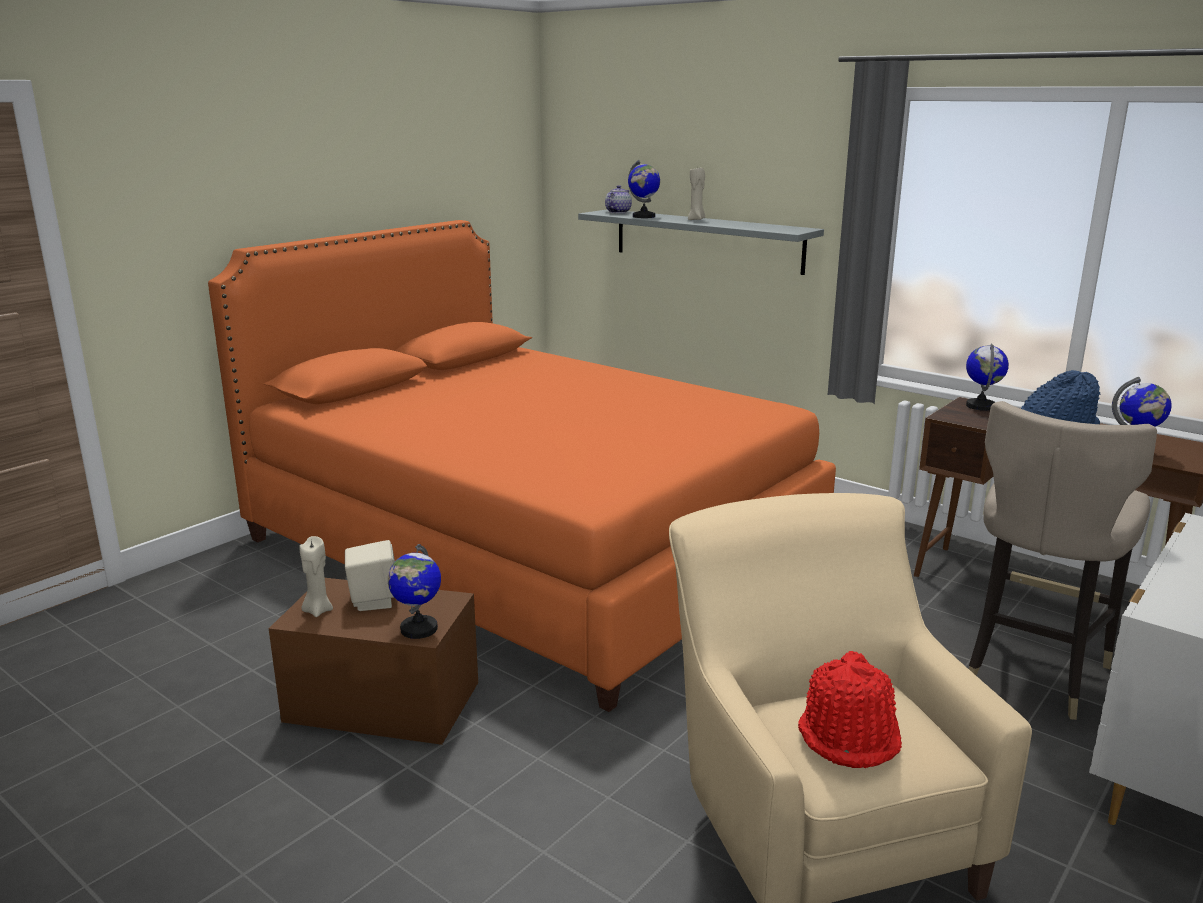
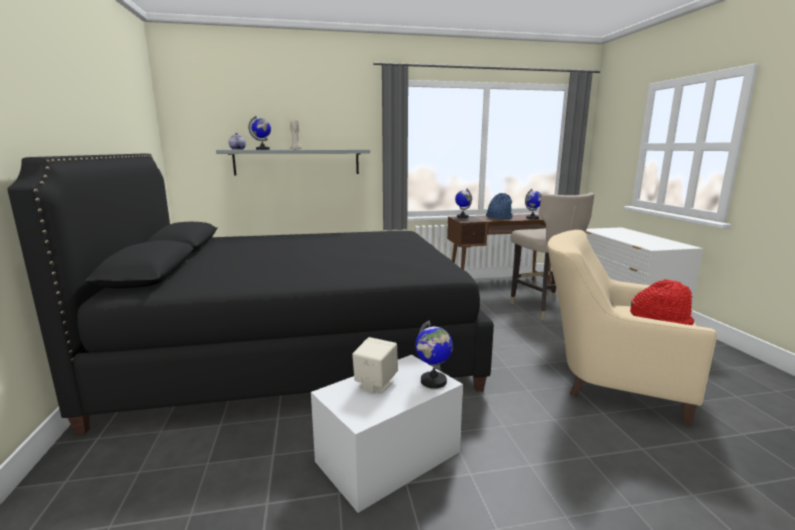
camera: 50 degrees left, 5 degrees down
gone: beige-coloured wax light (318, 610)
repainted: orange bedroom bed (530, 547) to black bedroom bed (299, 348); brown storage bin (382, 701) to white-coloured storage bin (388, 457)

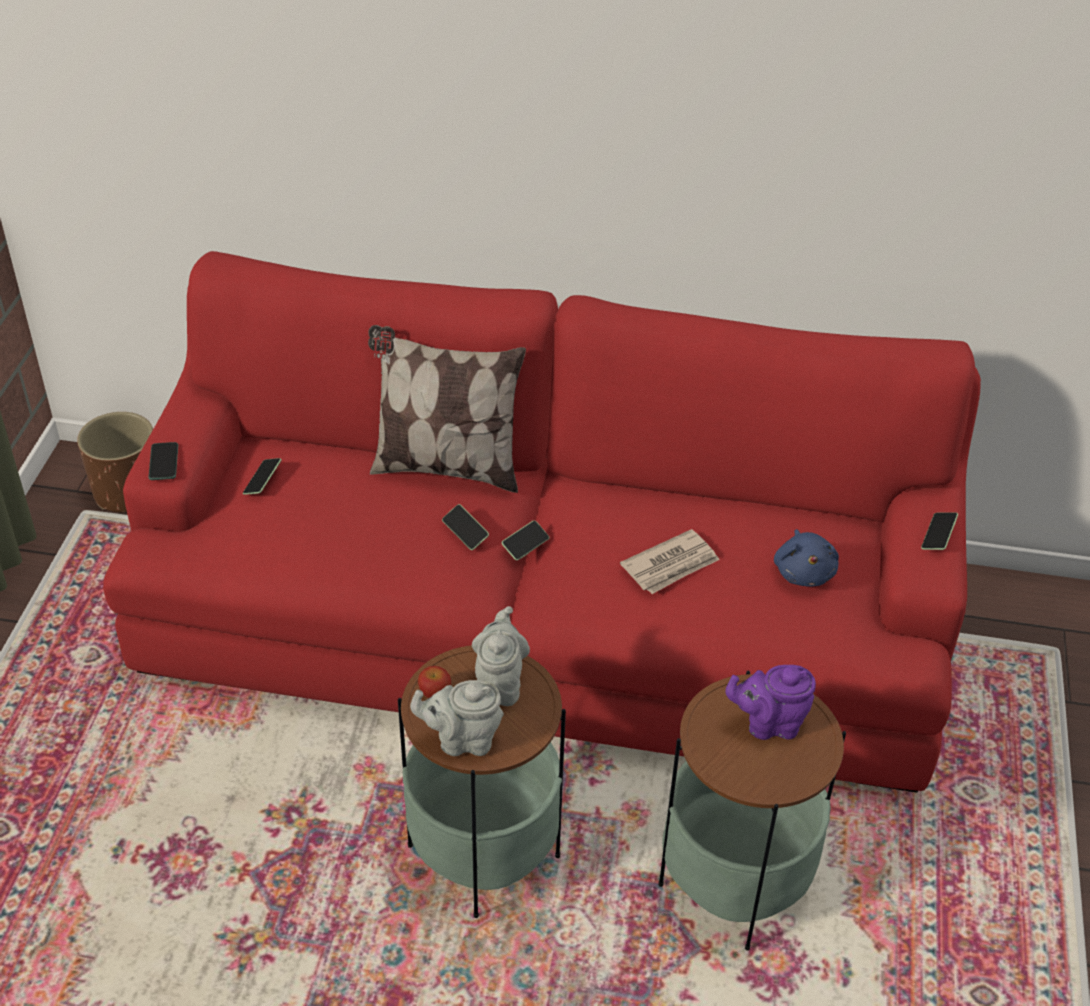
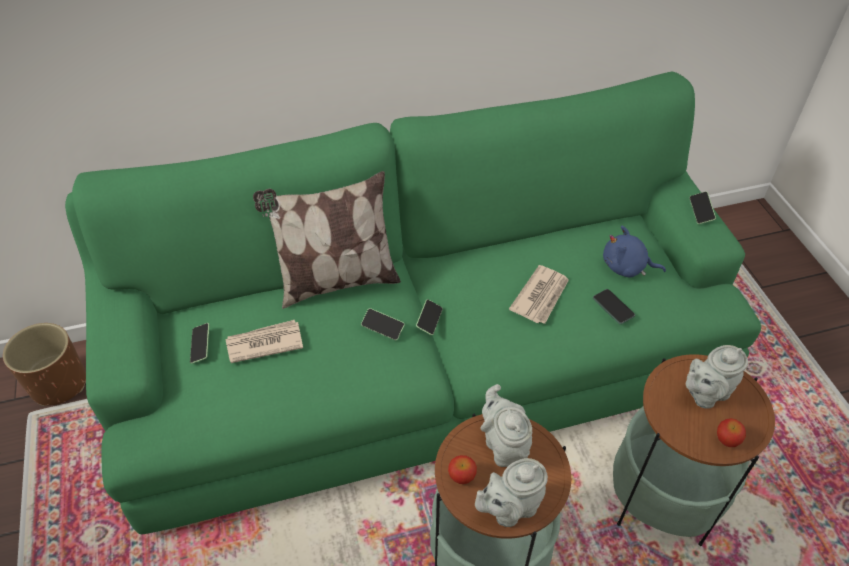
camera: 25 degrees left, 5 degrees up
new: daily paper (264, 343); apple fruit (726, 439)
shifted: handset (163, 462) to (613, 307)
repainted: reddish couch (542, 621) to greenish couch (423, 363); purple teapot (769, 724) to gray teapot (705, 393)
rotated: blue-coloured plush toy (804, 571) = (626, 267) 135 degrees clockwise

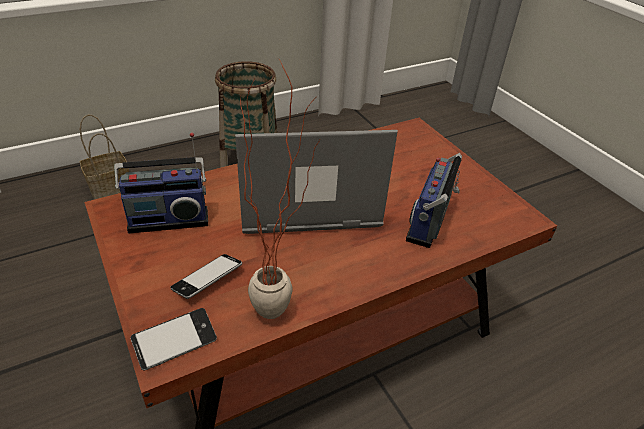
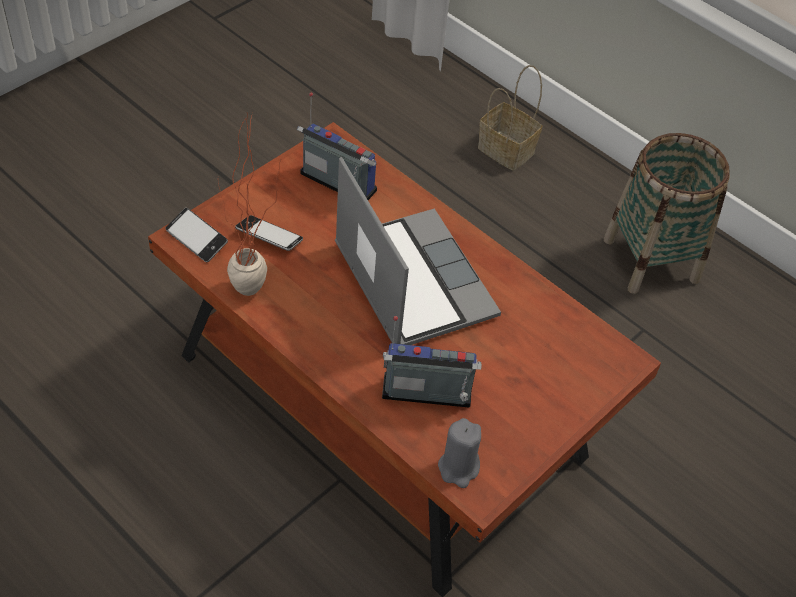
camera: 70 degrees right, 10 degrees up
new: gray wax light (458, 468)
rotated: radio (169, 218) = (335, 185) 150 degrees clockwise

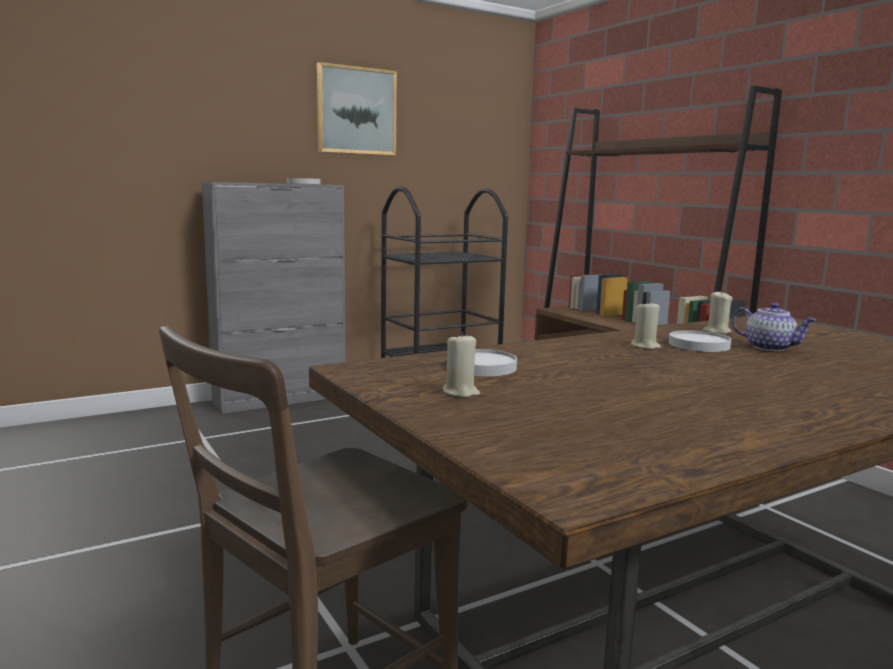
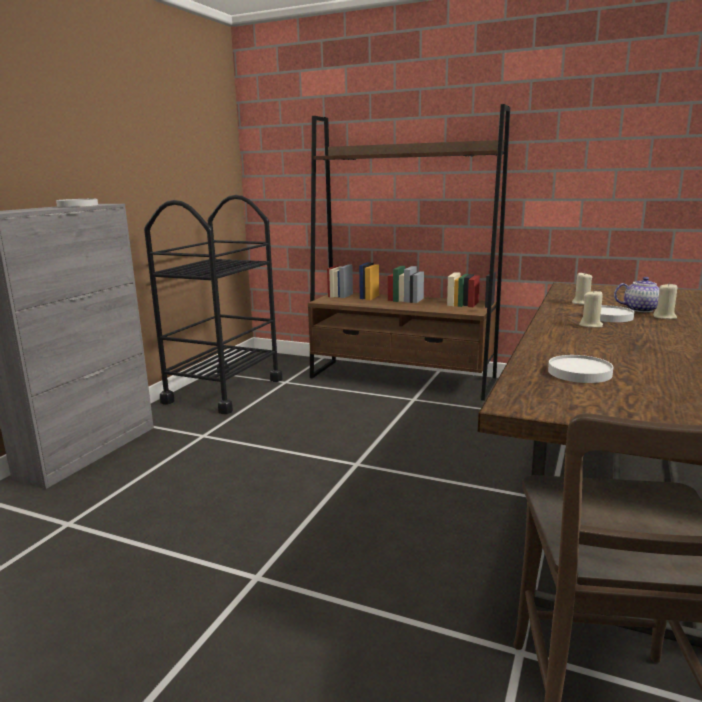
camera: 35 degrees left, 5 degrees up
gone: wall picture (356, 111)
shifted: beige-coloured wax light (461, 392) to (664, 317)

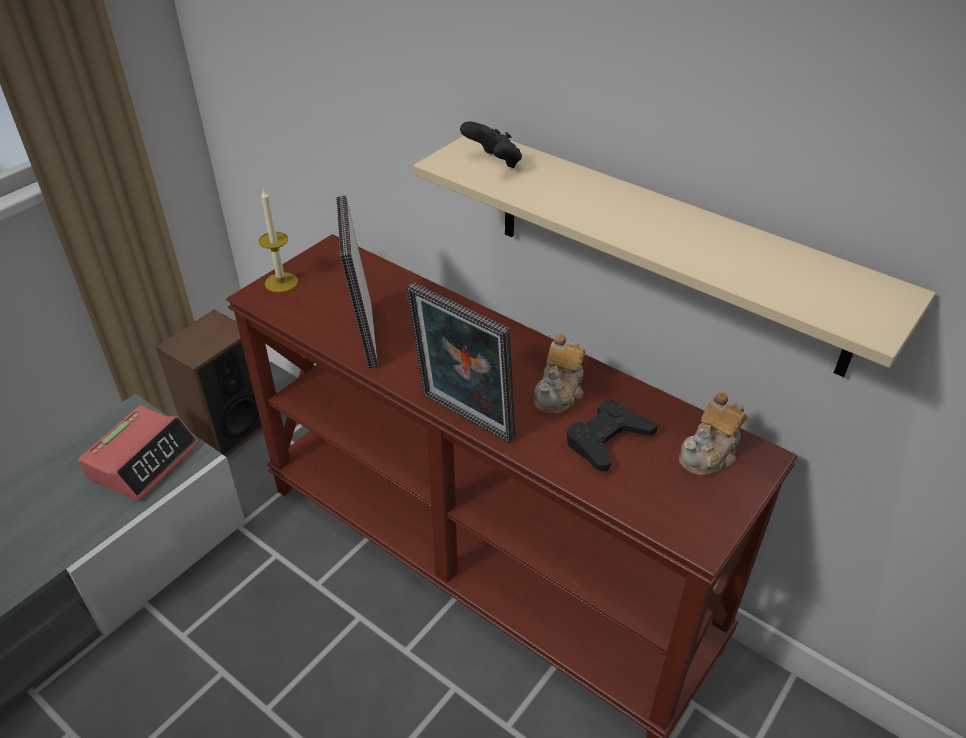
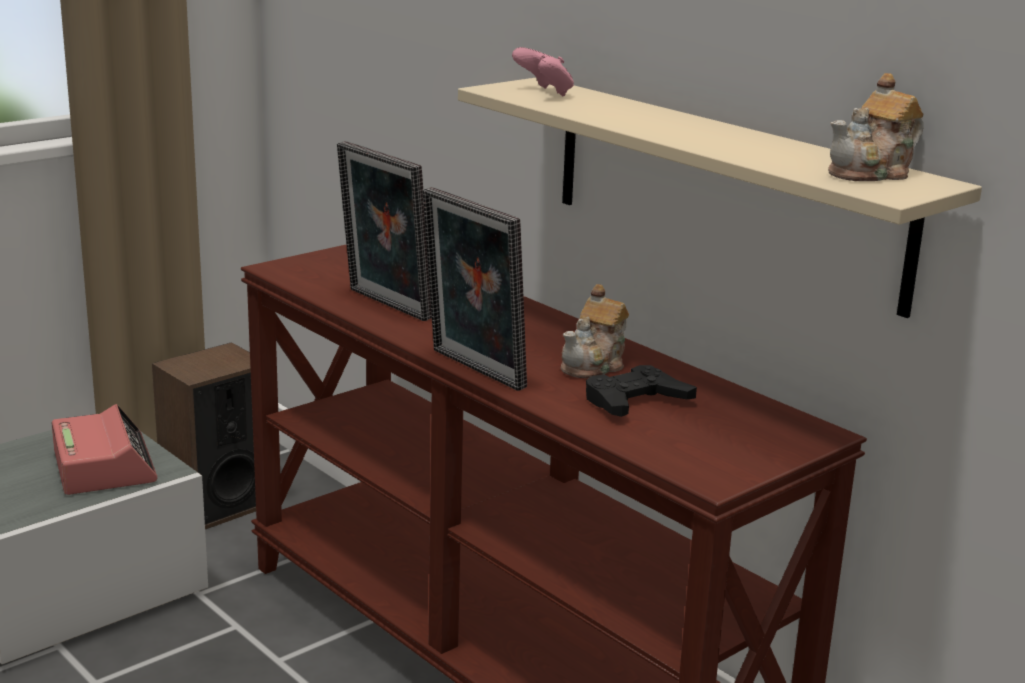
camera: 10 degrees right, 20 degrees down
gone: wax light (281, 282)
shifted: teapot (710, 454) to (873, 173)
repainted: black joypad (494, 163) to pink-coloured joypad (544, 93)
rotated: bedside clock (143, 461) = (104, 466) 60 degrees counterclockwise; standing frame (363, 336) = (384, 305) 45 degrees counterclockwise

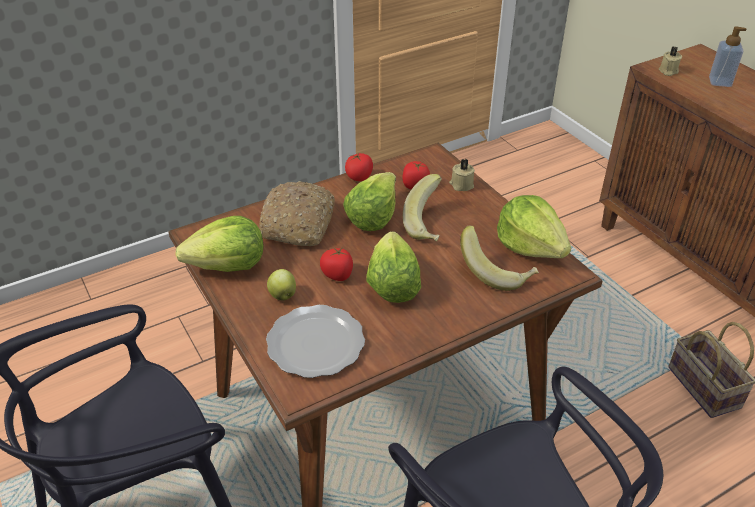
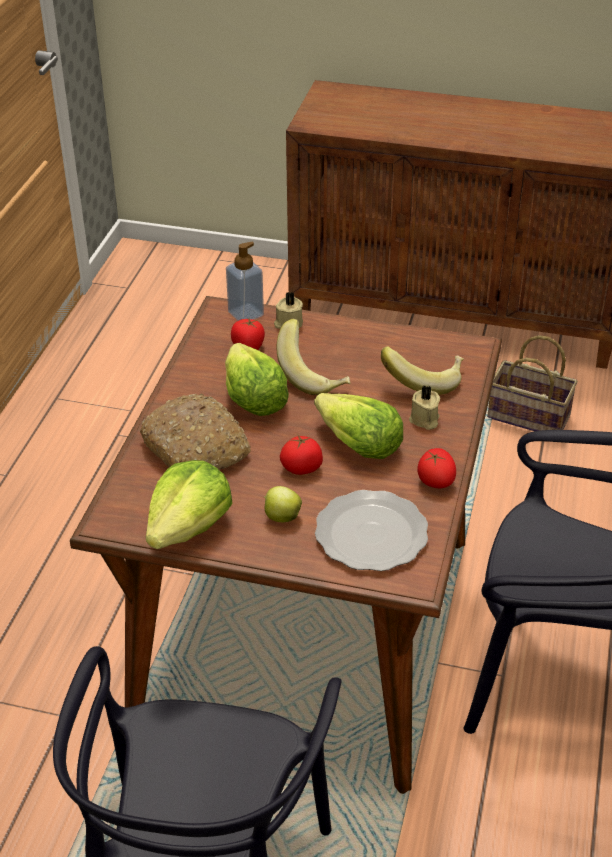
camera: 45 degrees left, 0 degrees up
gone: head of lettuce (530, 246)
shifted: fresh tomato (359, 177) to (435, 481); beige-coloured wax light (668, 71) to (424, 420); soap dispenser (720, 82) to (246, 314)

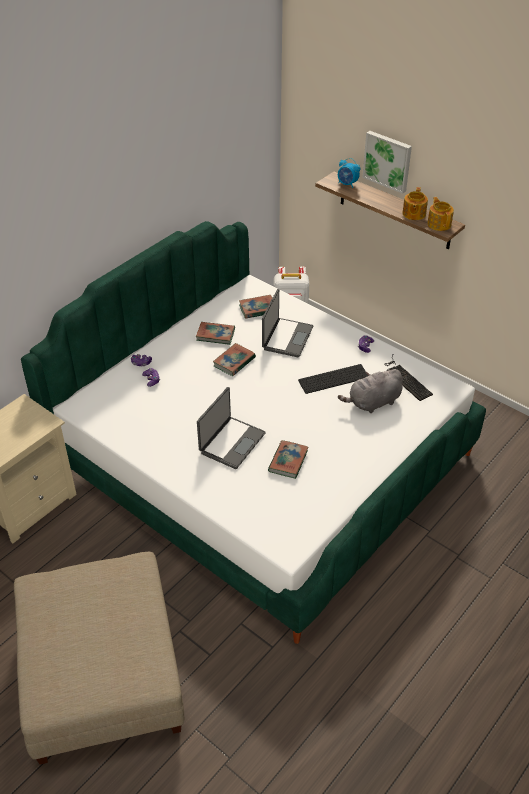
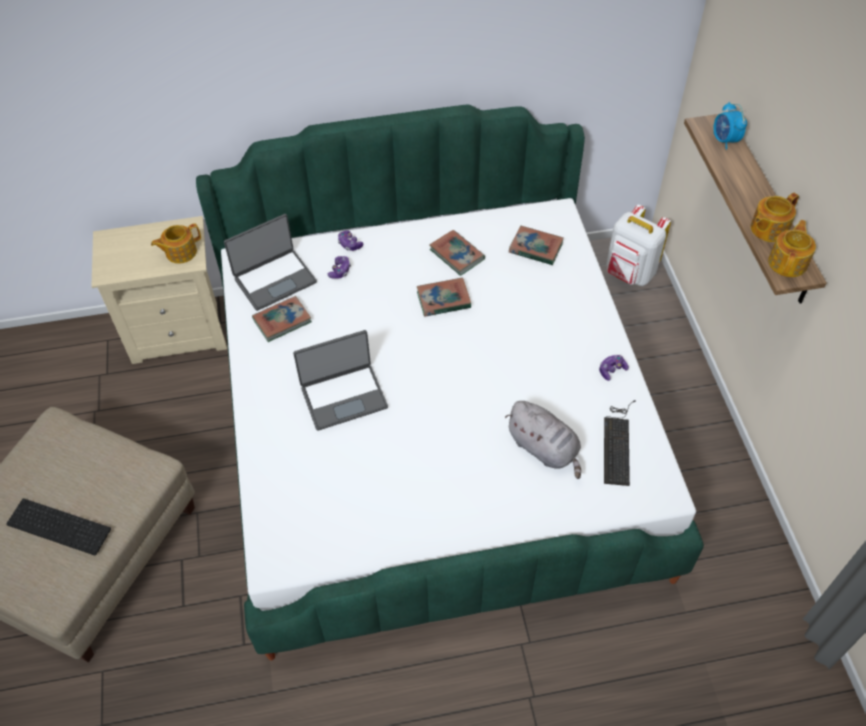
camera: 40 degrees right, 10 degrees up
gone: wall picture (388, 161)
new: teapot (180, 252)
shifted: notebook computer (286, 338) to (274, 279); bound book (288, 461) to (282, 321); keyboard (333, 378) to (61, 525)
rotated: gray plush toy (372, 403) = (544, 449) 150 degrees counterclockwise

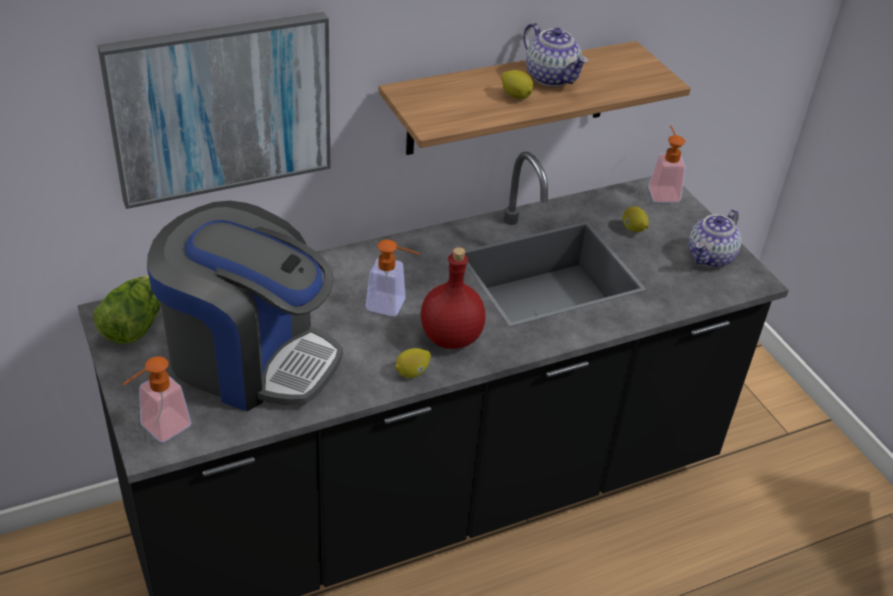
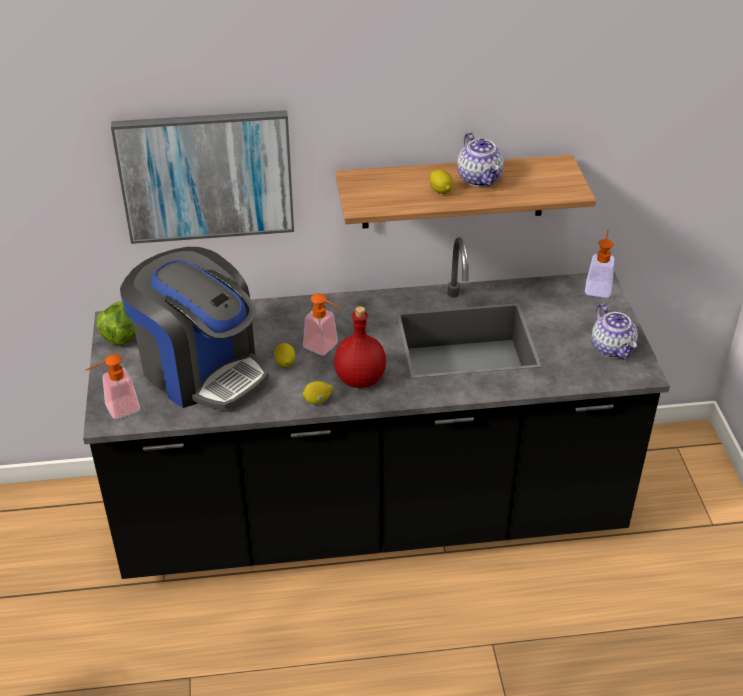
camera: 20 degrees right, 0 degrees up
shifted: lemon (633, 229) to (285, 363)
rotated: teapot (710, 257) = (613, 348) 75 degrees counterclockwise

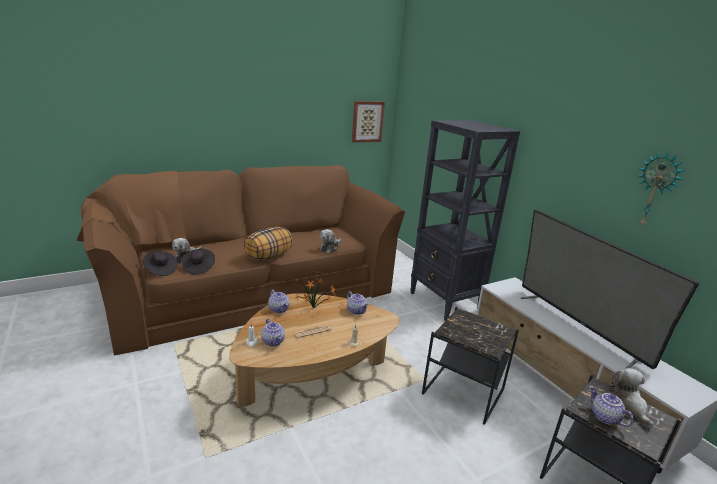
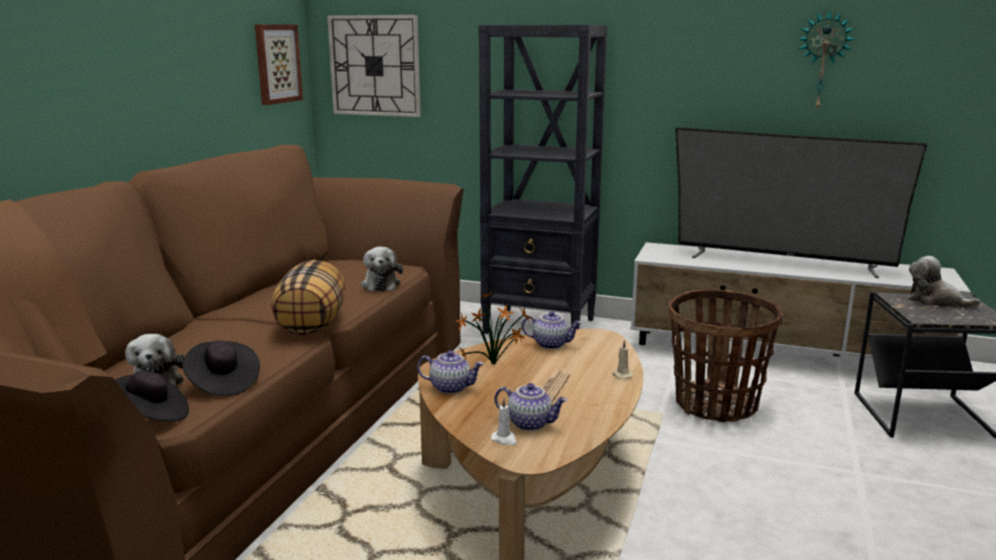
camera: 40 degrees left, 5 degrees down
gone: teapot (604, 417)
new: clock on the wall (375, 66)
swapped: black end table (463, 392) to storage basket (716, 405)

